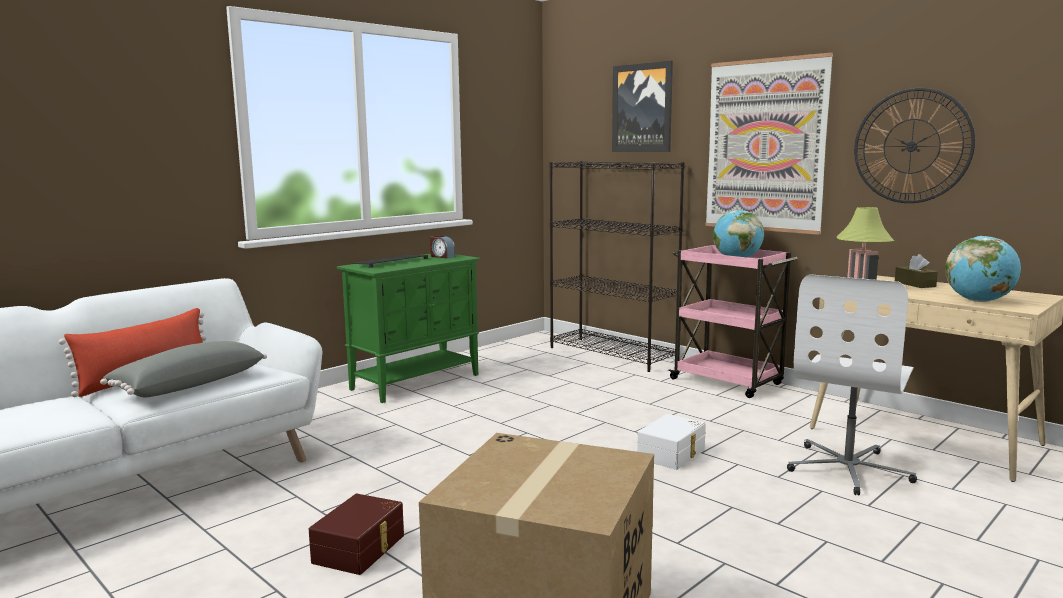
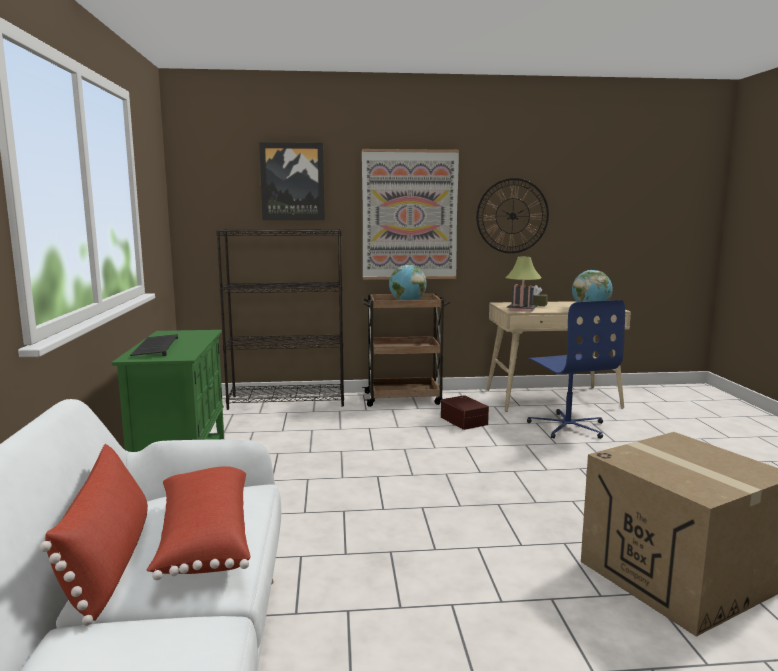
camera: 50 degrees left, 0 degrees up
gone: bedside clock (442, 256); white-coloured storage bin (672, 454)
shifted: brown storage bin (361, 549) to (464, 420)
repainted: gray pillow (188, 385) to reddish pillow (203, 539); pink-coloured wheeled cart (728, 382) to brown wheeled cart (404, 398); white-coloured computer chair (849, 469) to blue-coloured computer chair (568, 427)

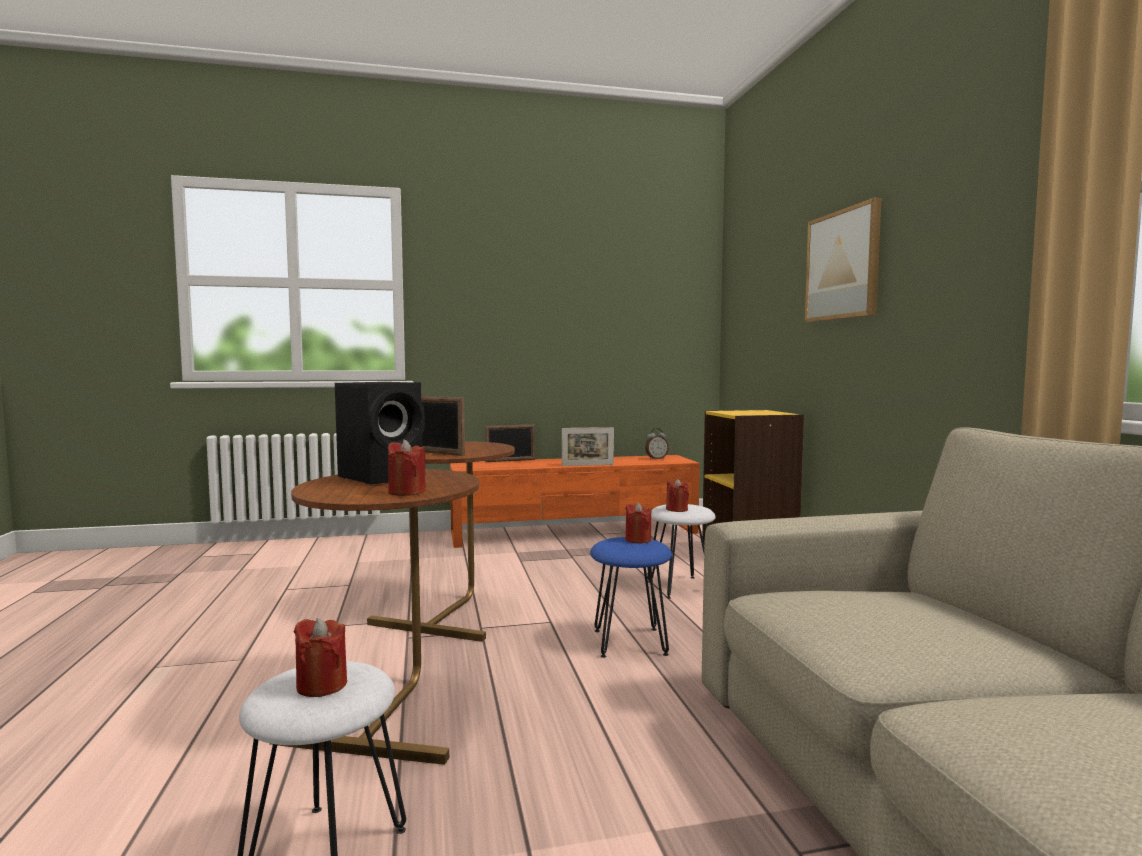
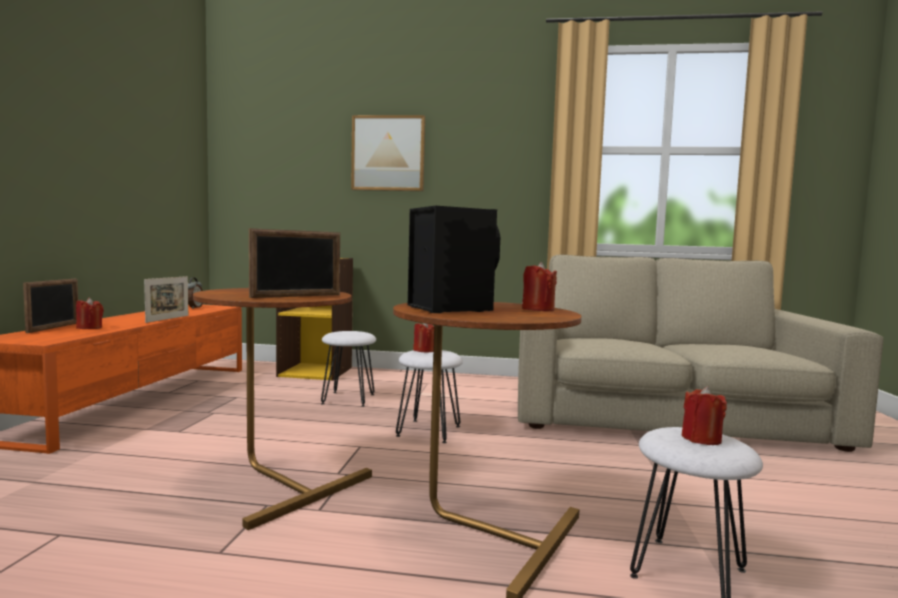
camera: 70 degrees left, 0 degrees up
shifted: reddish wax light (676, 509) to (89, 328)
repainted: blue-coloured sitting stool (630, 642) to white-coloured sitting stool (429, 431)

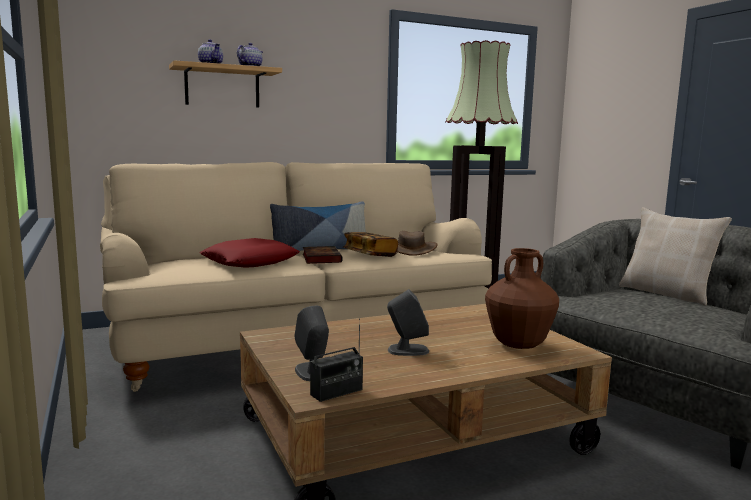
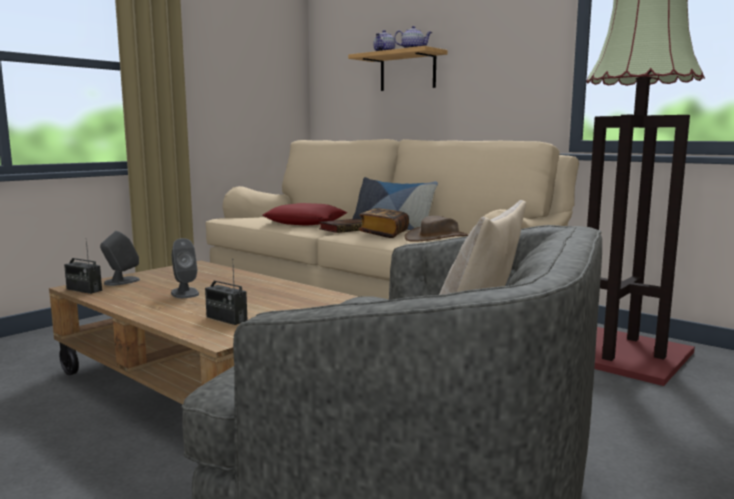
camera: 65 degrees right, 0 degrees up
swapped: brown flower vase (519, 345) to radio (226, 319)

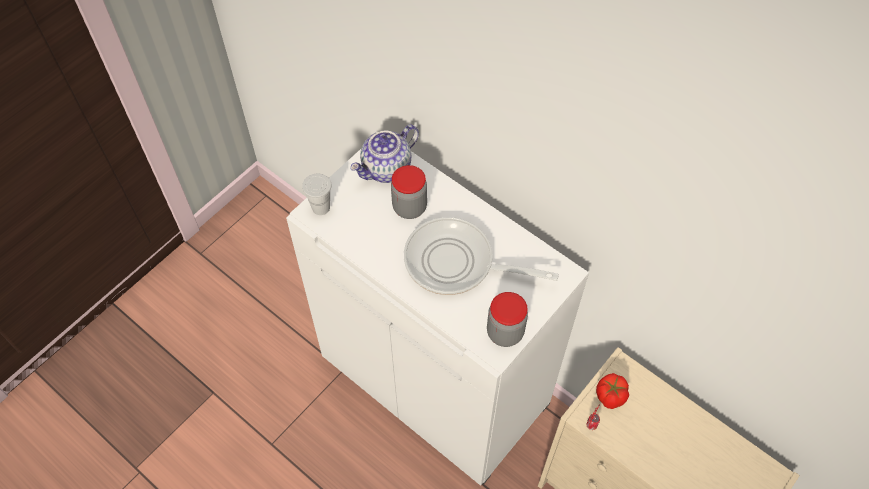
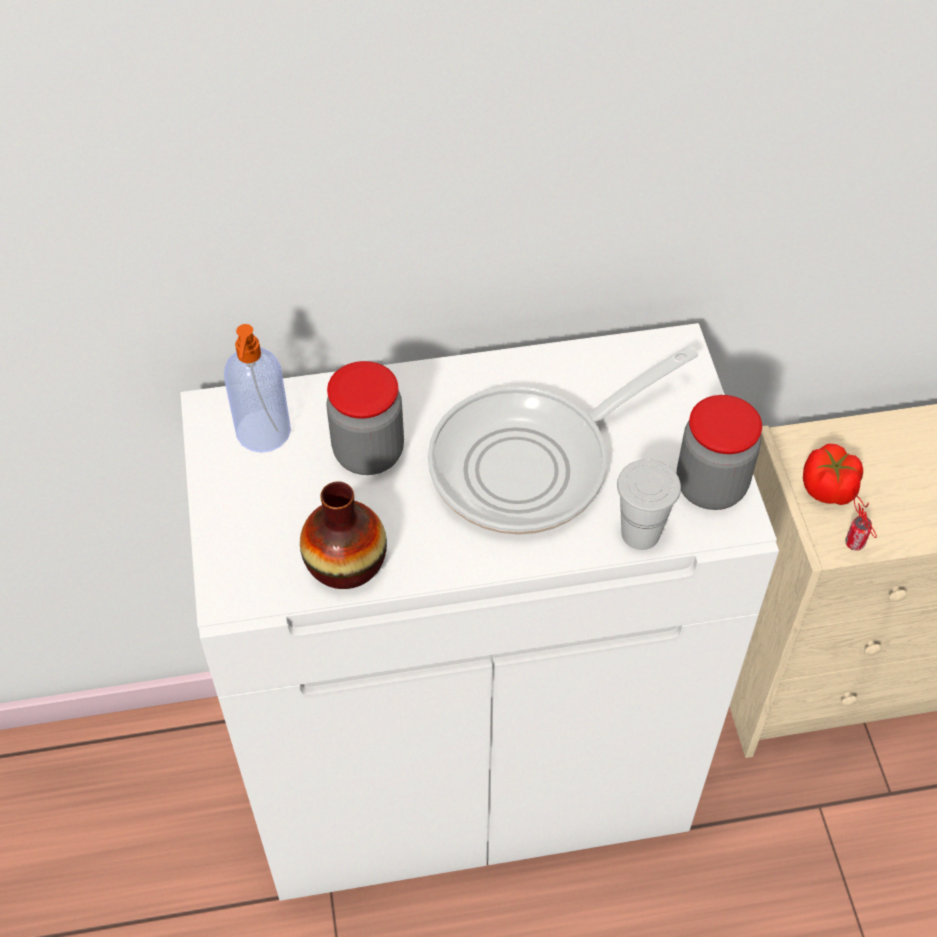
camera: 50 degrees left, 5 degrees down
new: flower vase (345, 562)
shifted: white-coloured drinking cup (321, 207) to (640, 533)
swapped: teapot (386, 169) to soap dispenser (263, 433)

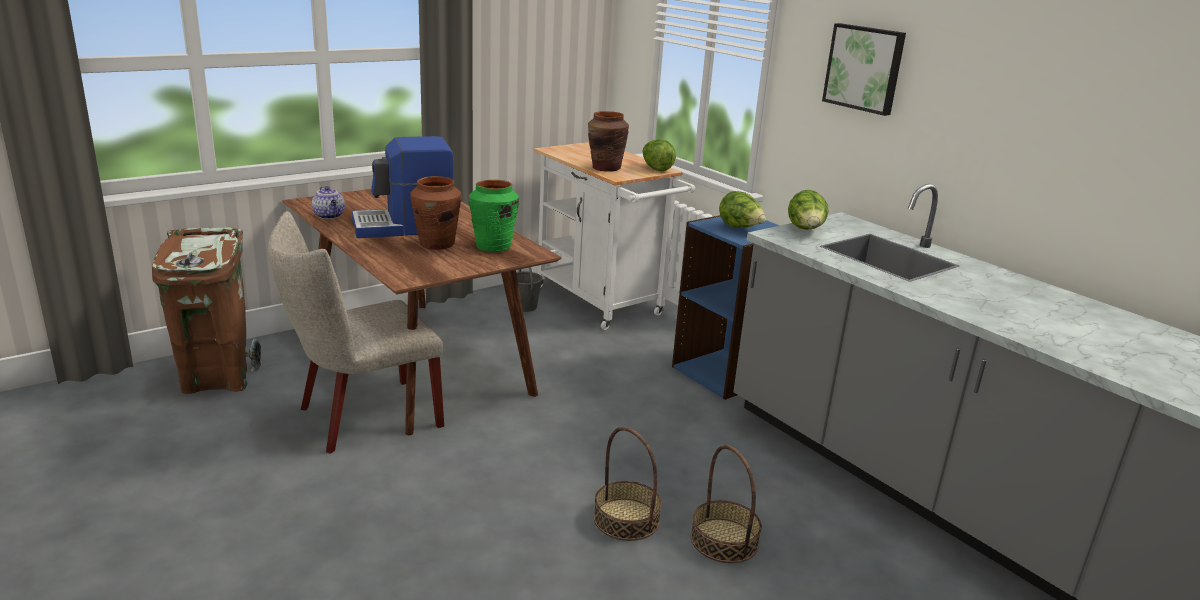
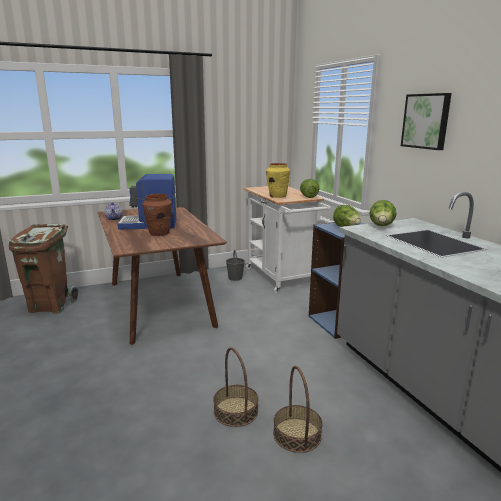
camera: 15 degrees right, 5 degrees down
gone: beige-coloured upright chair (361, 418); greenish flower vase (493, 247)
repainted: brown flower vase (605, 168) to yellow flower vase (277, 196)

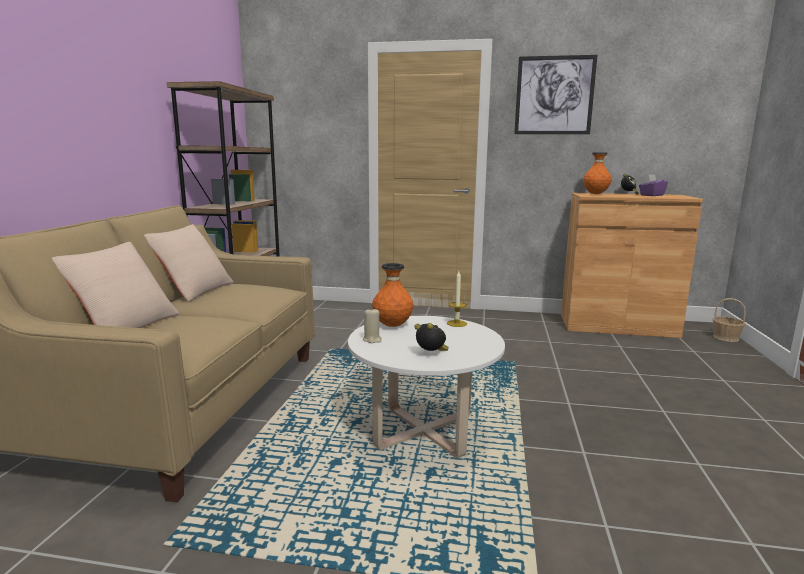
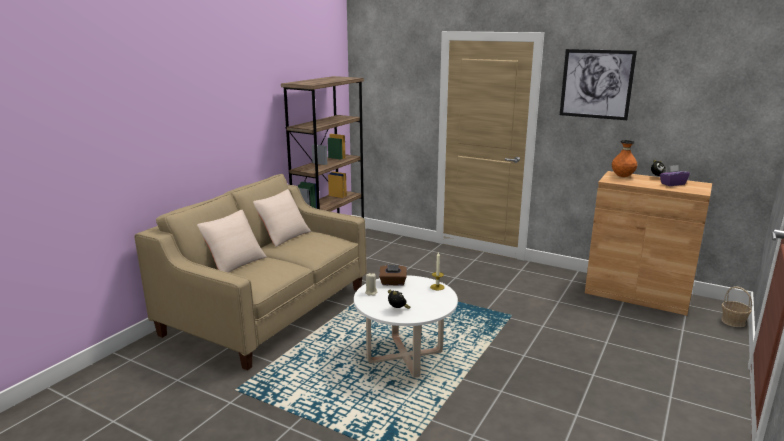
camera: 20 degrees right, 5 degrees up
swapped: orange flower vase (392, 326) to brown tissue box (393, 283)

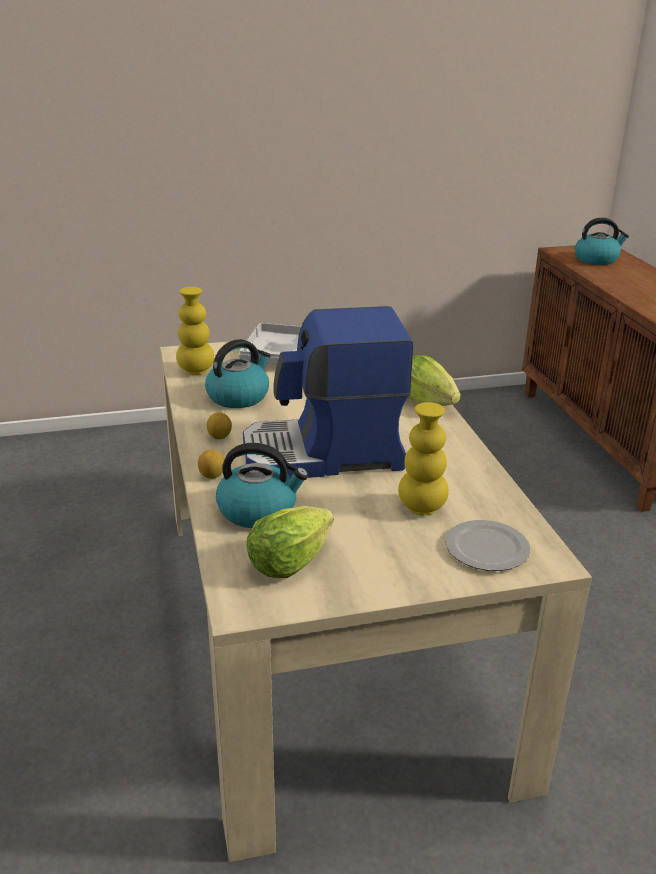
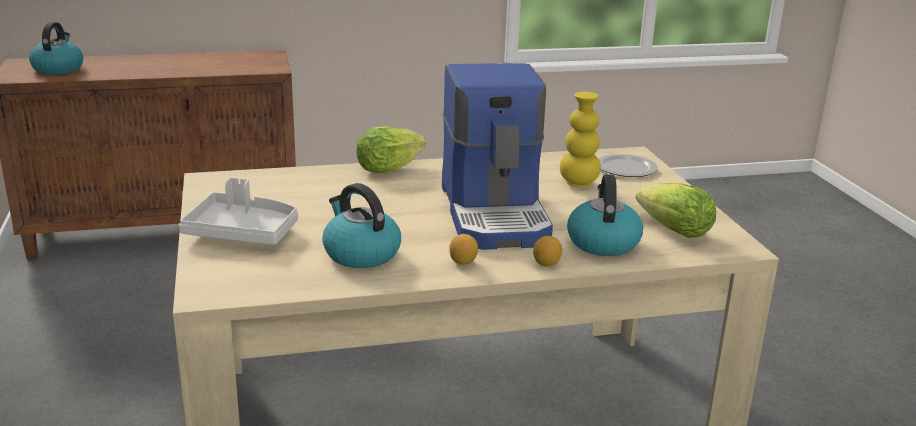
camera: 90 degrees left, 5 degrees down
gone: yellow flower vase (196, 371)

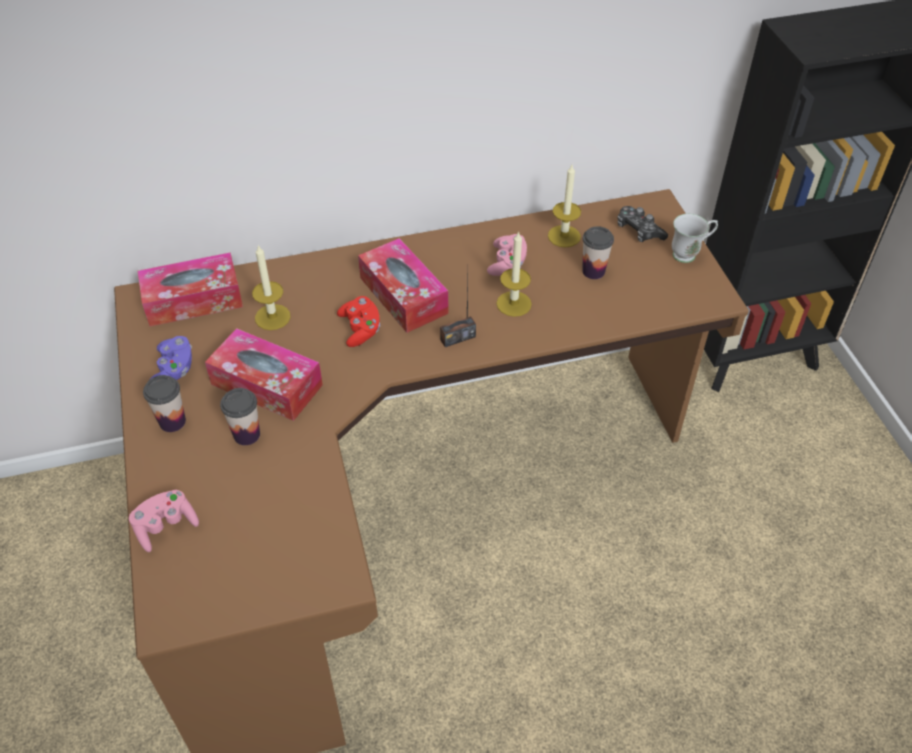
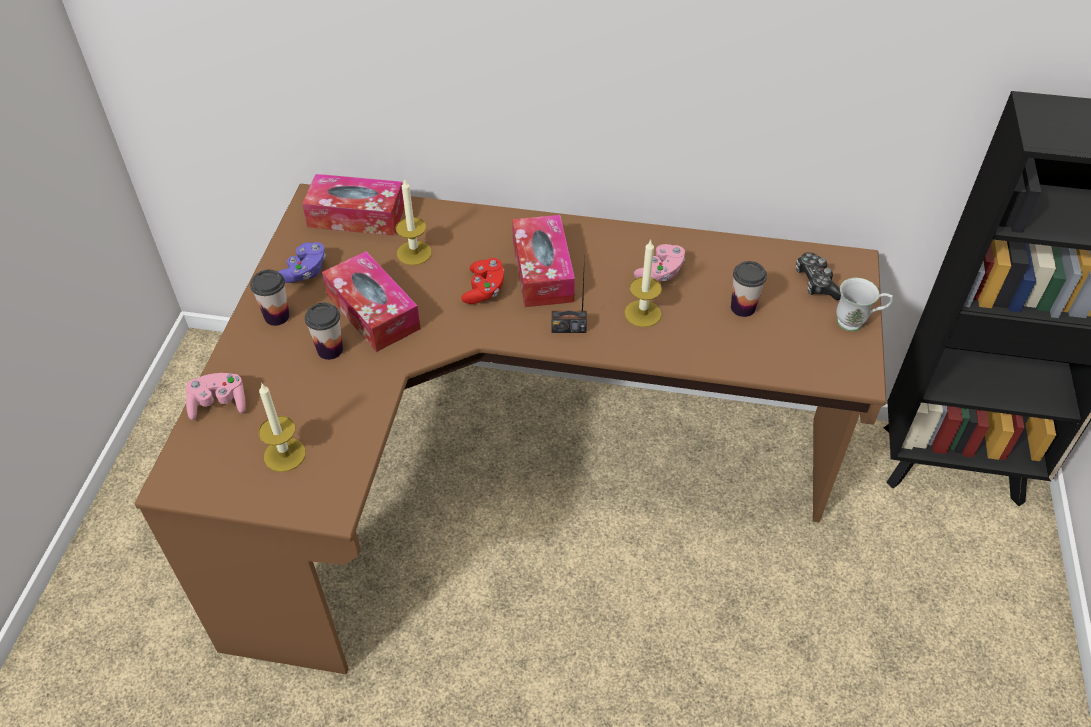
camera: 25 degrees right, 0 degrees up
shifted: wax light (564, 236) to (284, 454)

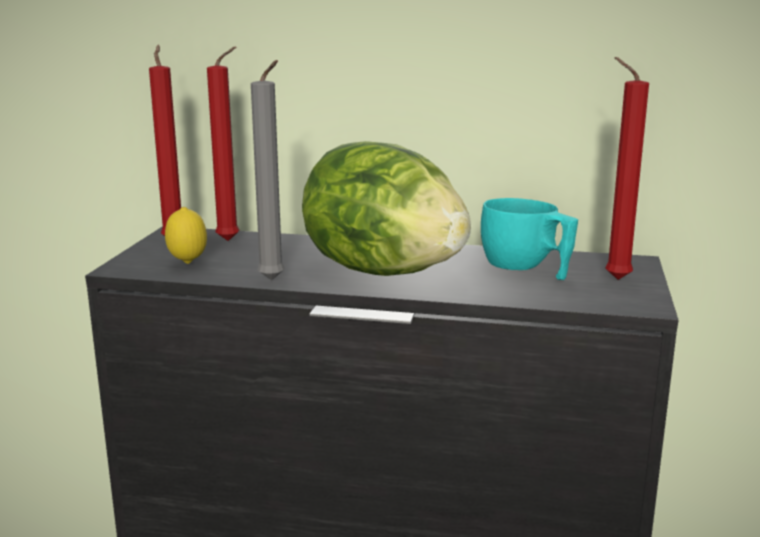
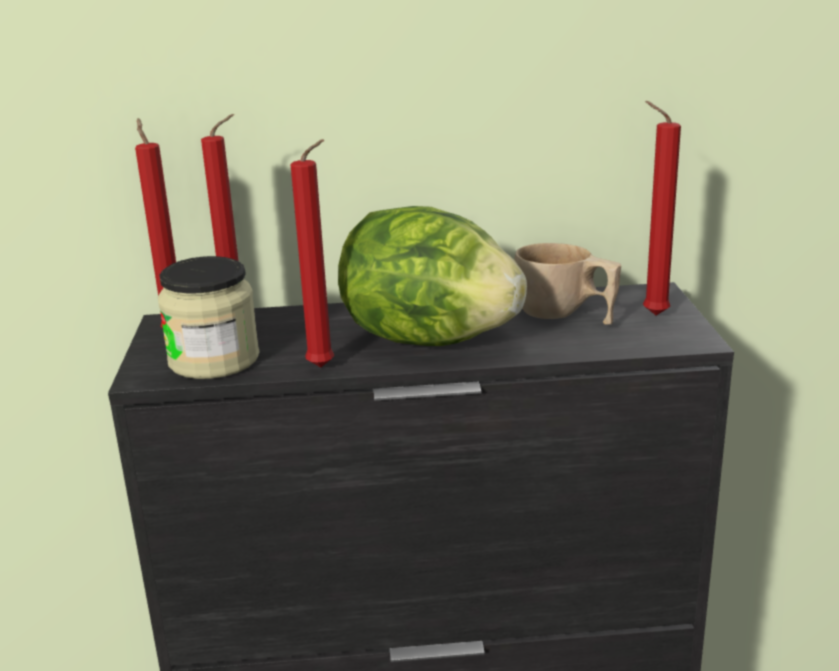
camera: 15 degrees left, 5 degrees up
swapped: lemon (188, 263) to jar (214, 360)
repainted: gray wax light (274, 281) to reddish wax light (324, 368); turquoise-coloured drinking cup (527, 269) to beige-coloured drinking cup (565, 316)

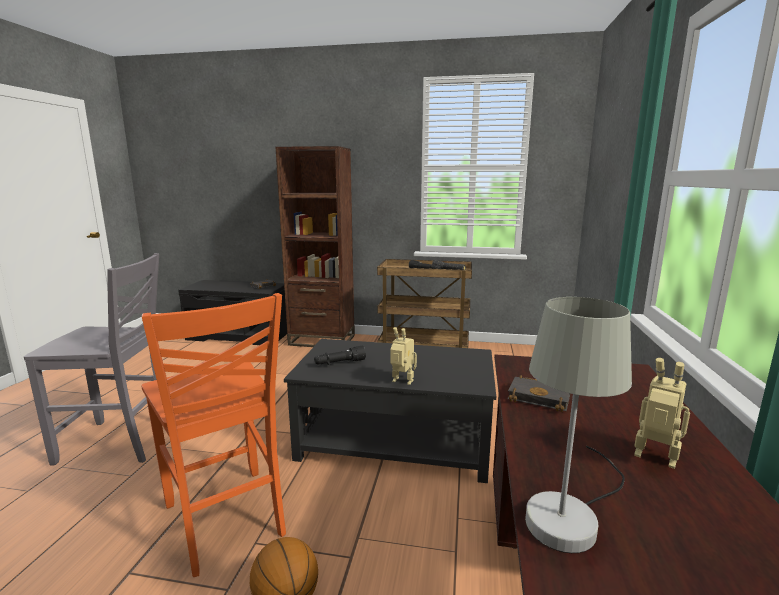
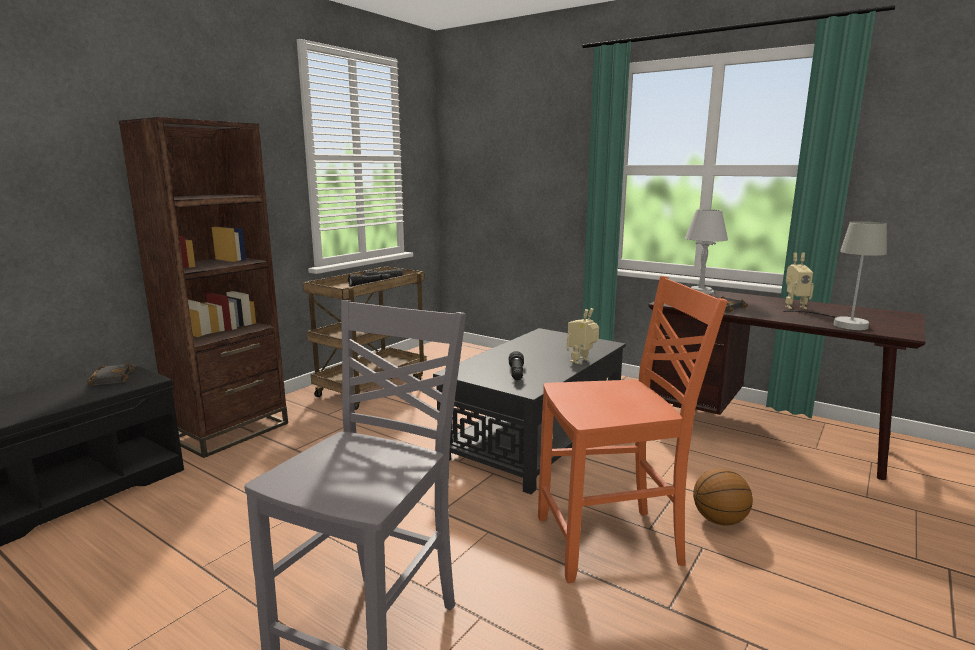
camera: 65 degrees left, 0 degrees up
new: gray table lamp (700, 291)
rotated: toy robot (654, 460) = (794, 307) 150 degrees counterclockwise

